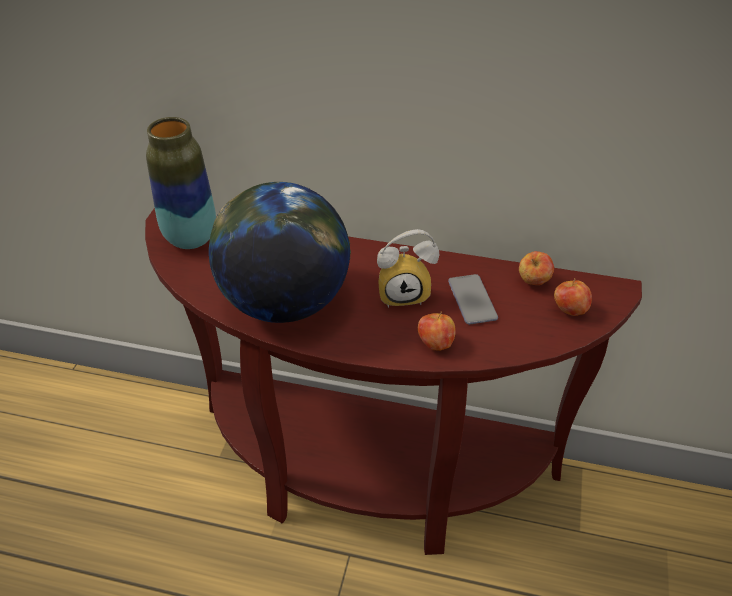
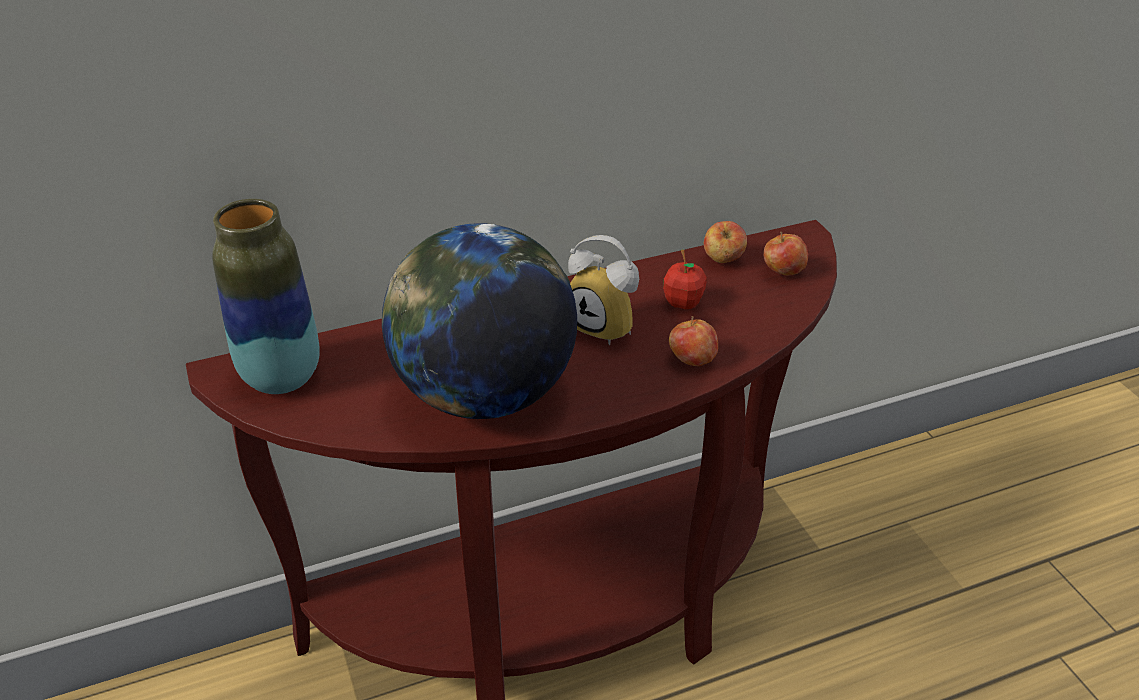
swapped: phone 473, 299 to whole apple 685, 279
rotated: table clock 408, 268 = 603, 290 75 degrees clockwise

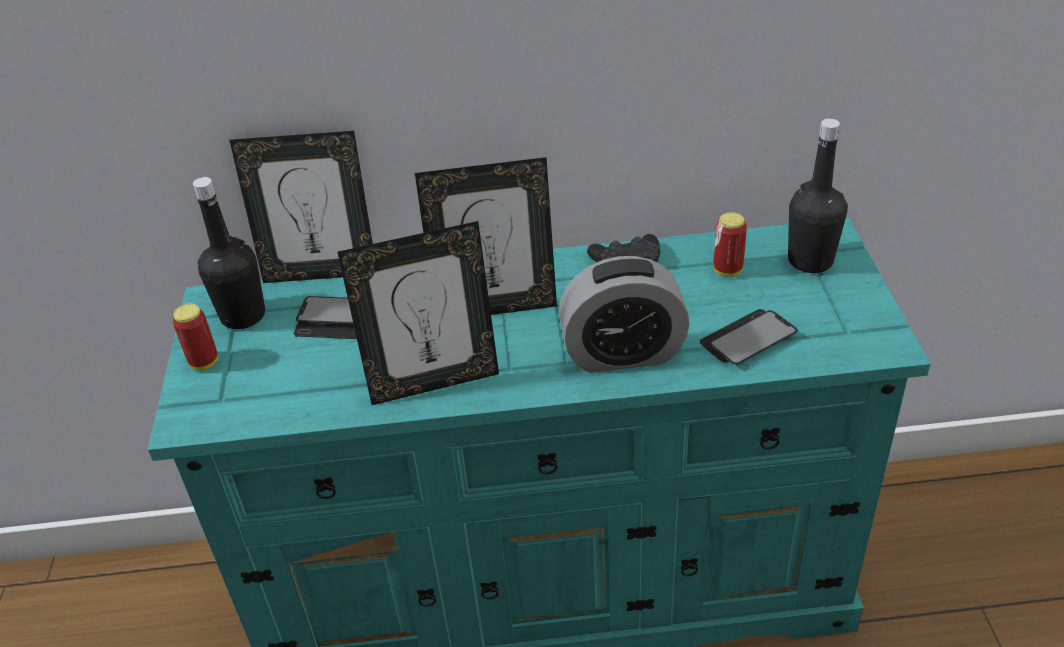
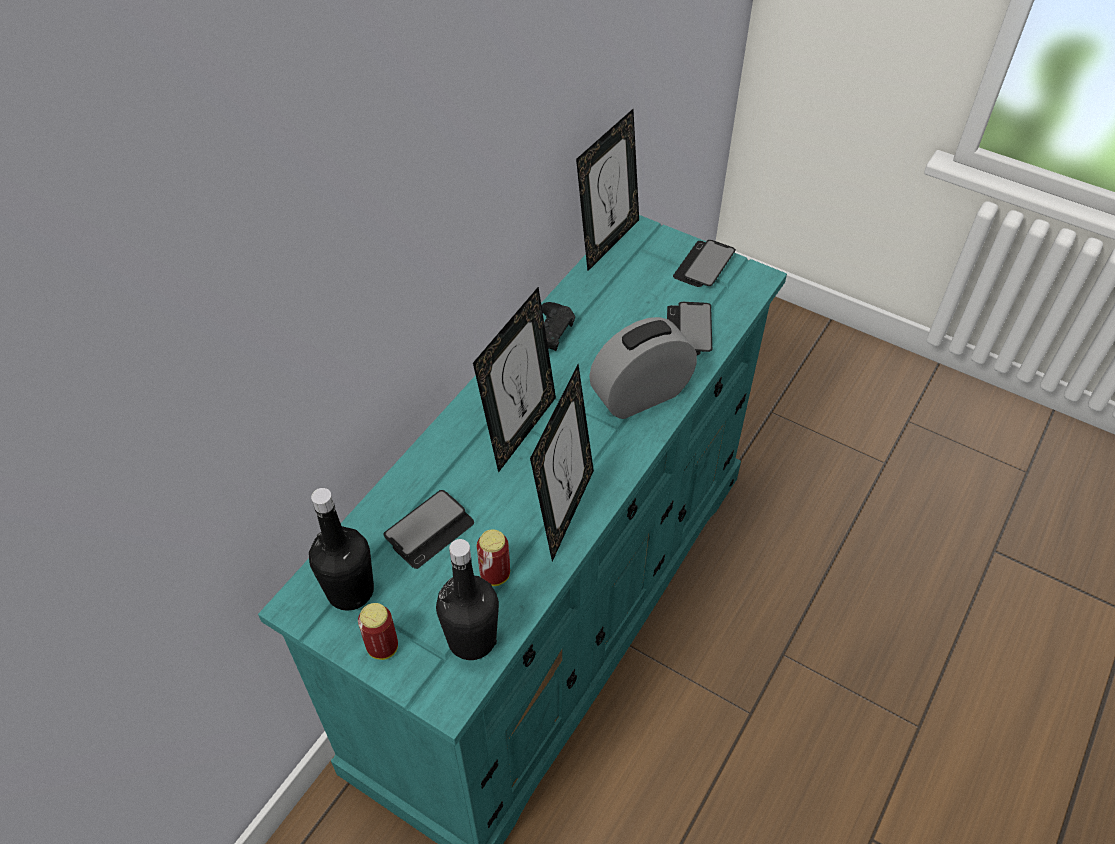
new: phone 704, 263
shifted: photo frame 301, 207 to 607, 190; metal can 730, 244 to 493, 557; beverage bottle (black-coloured) 818, 196 to 467, 599
rotated: table clock 624, 314 = 643, 368 150 degrees counterclockwise

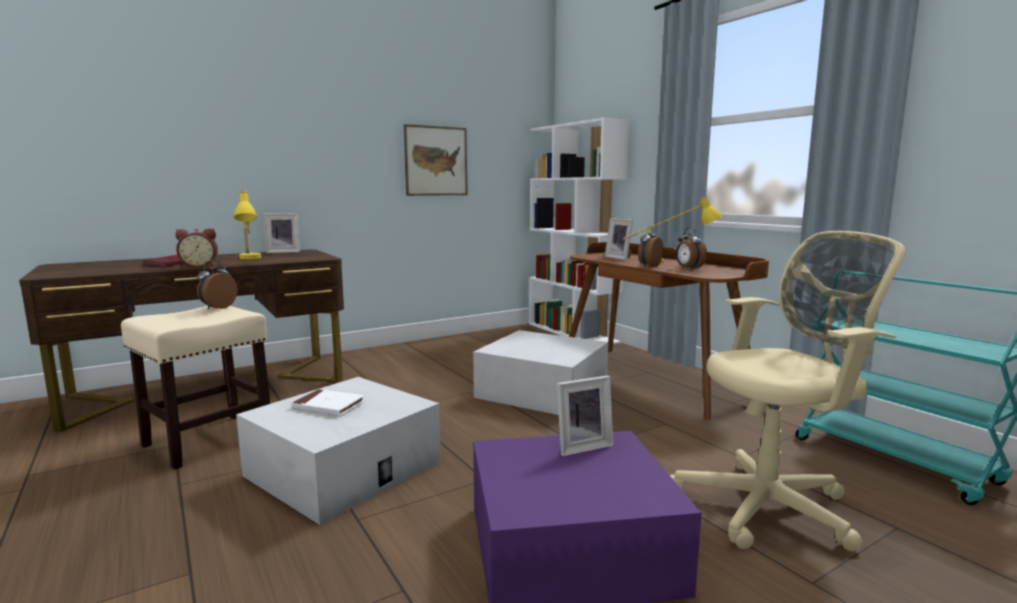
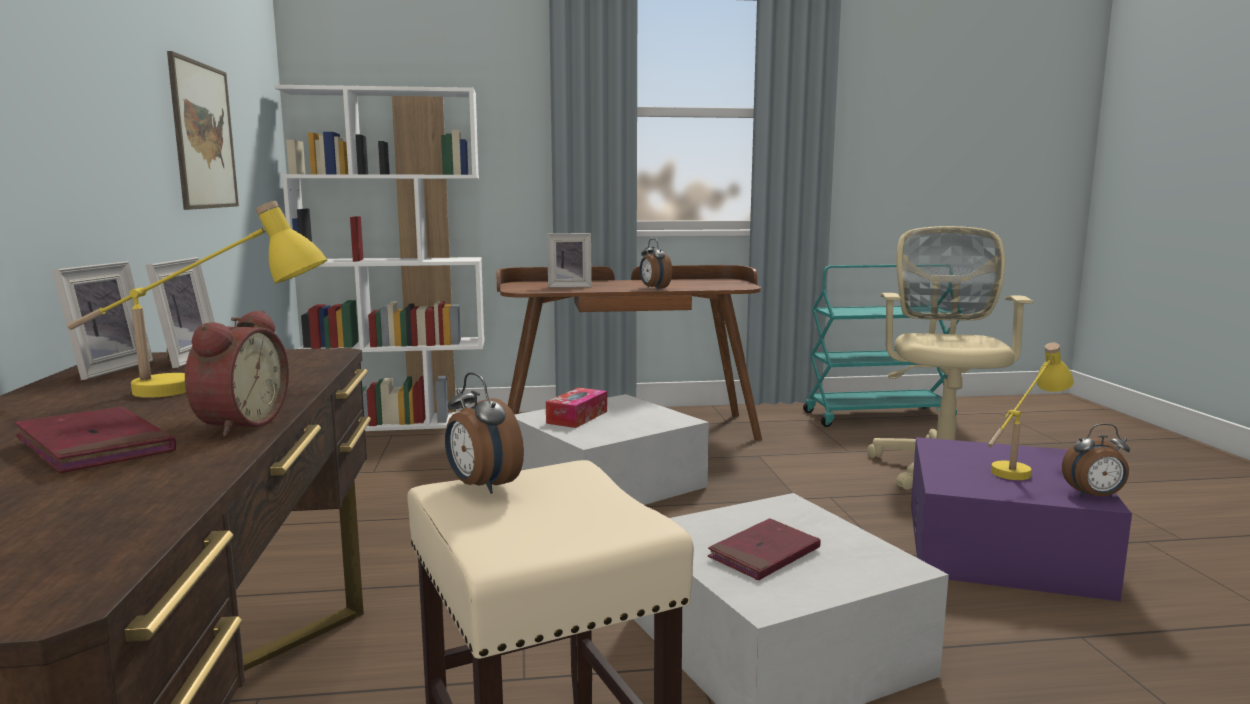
new: tissue holder 576, 408
shifted: photo frame 585, 415 to 180, 312; tabletop lamp (yellowish) 672, 230 to 1031, 411; table clock 691, 248 to 1096, 460
repainted: bound book (white-coloured) 328, 402 to bound book (reddish) 764, 549

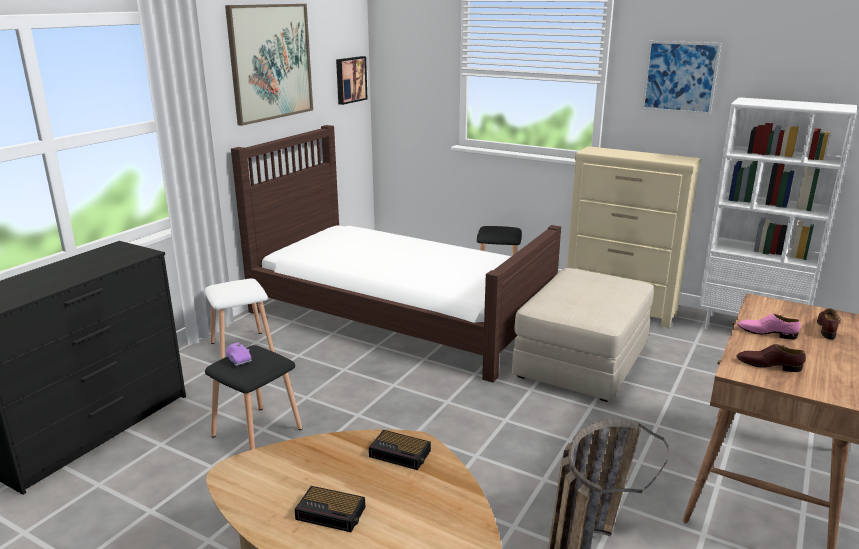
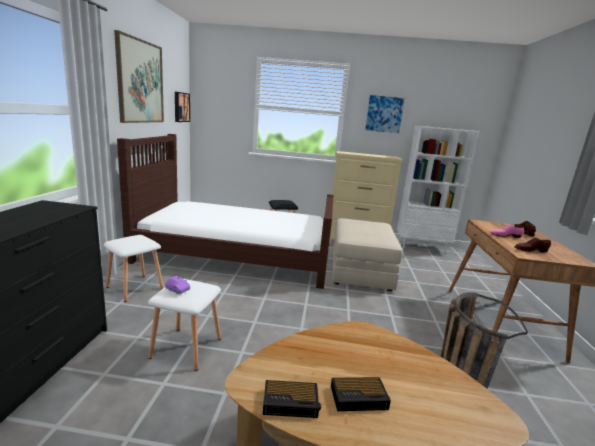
shifted: table clock 400, 450 to 292, 399
repainted: stool (black-coloured) 253, 397 to stool (white-coloured) 184, 325

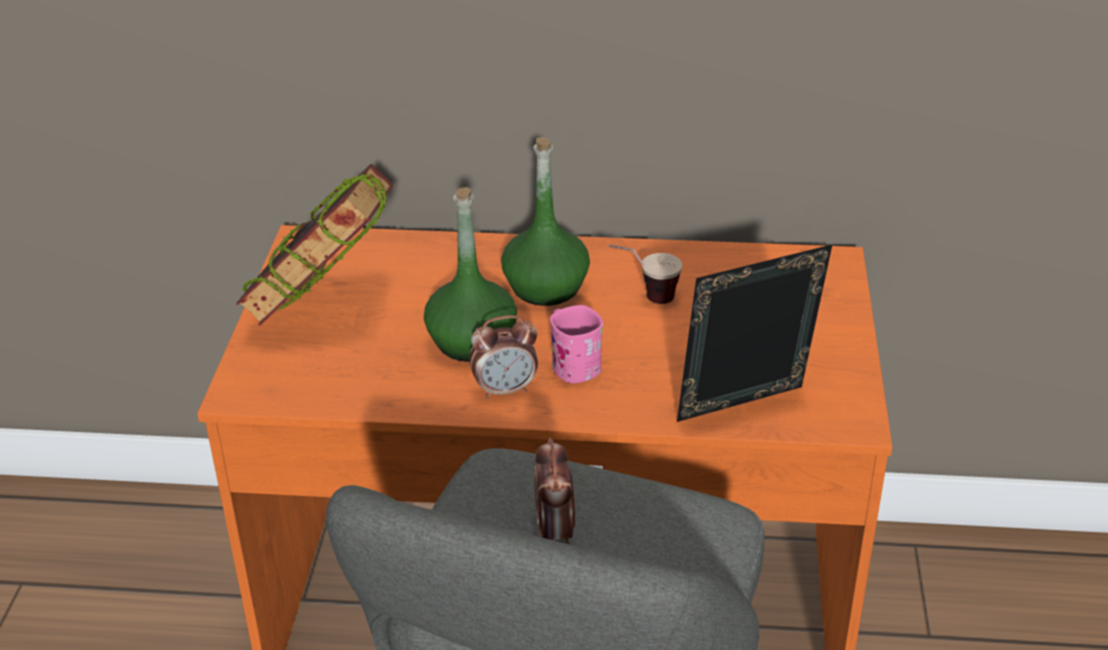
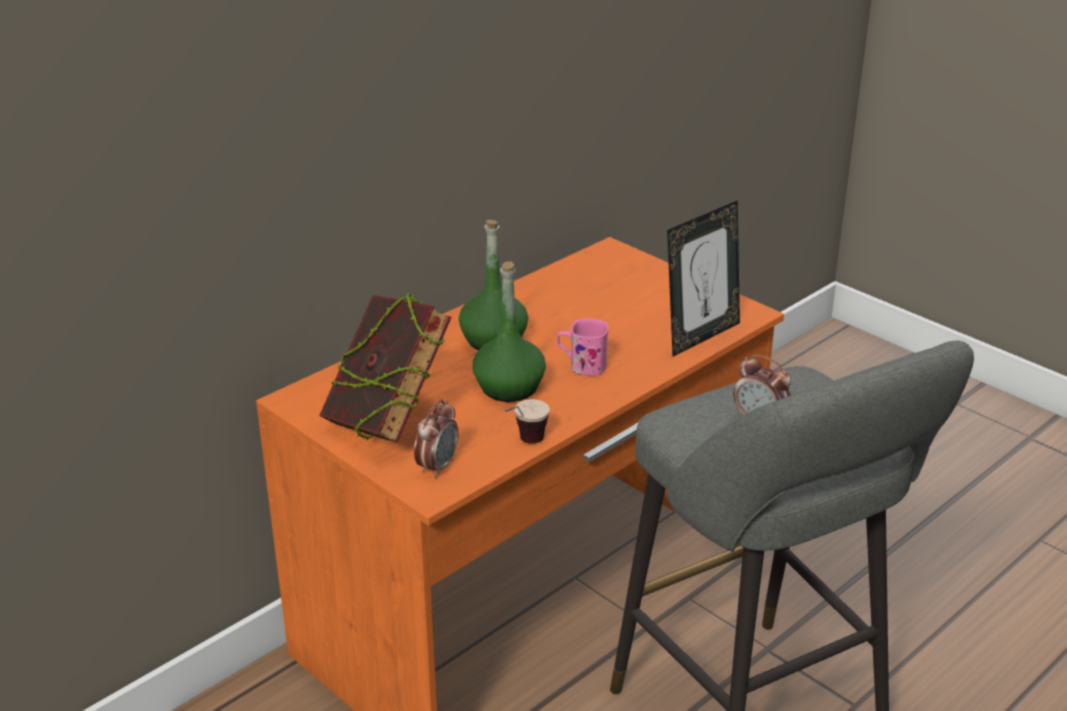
shifted: table clock 503, 357 to 436, 438; drinking cup 645, 274 to 527, 421
rotated: photo frame 754, 333 = 703, 278 150 degrees counterclockwise

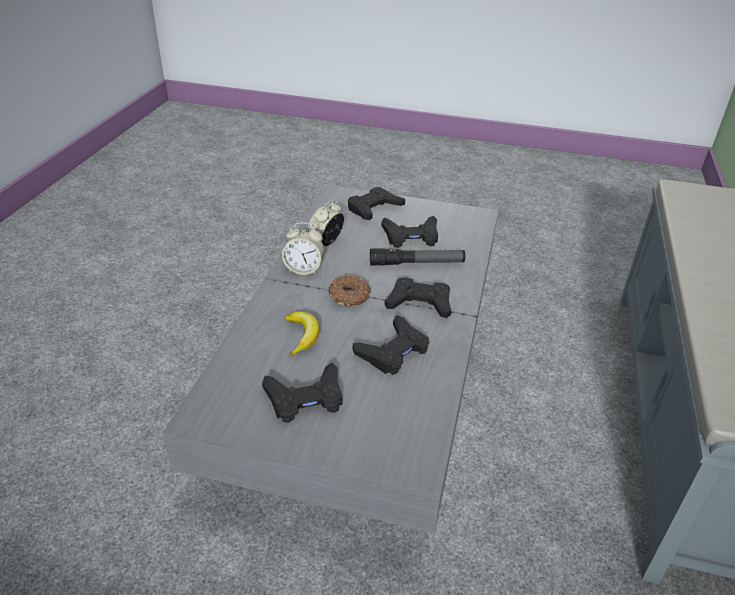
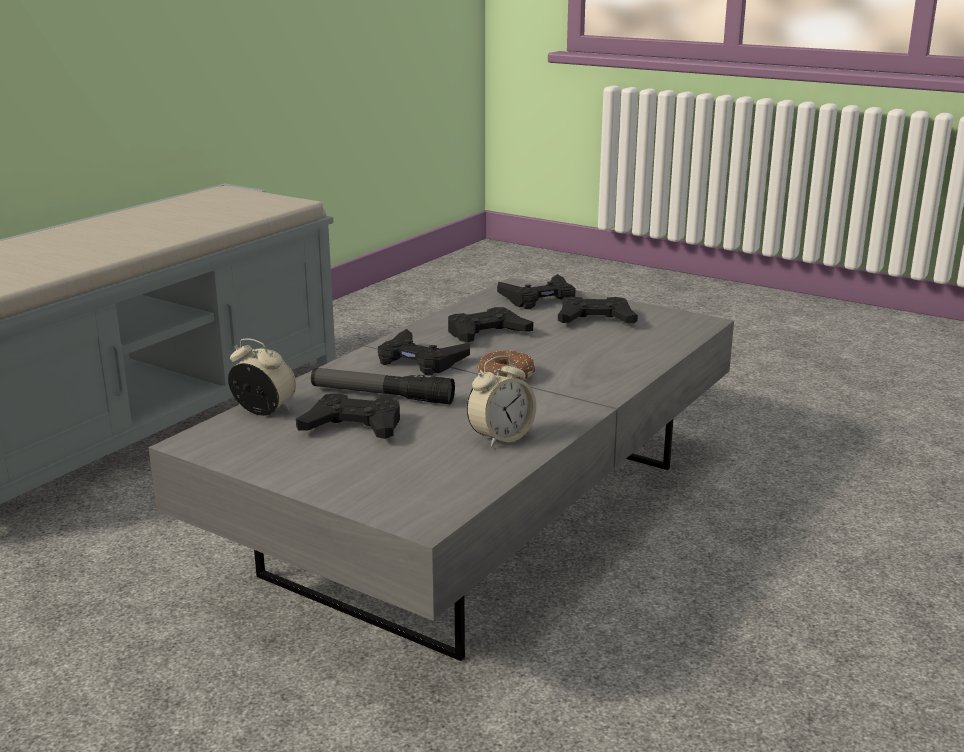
gone: whole banana 302, 333
shifted: table clock 303, 248 to 262, 377; game controller (black-coloured) 376, 203 to 536, 291

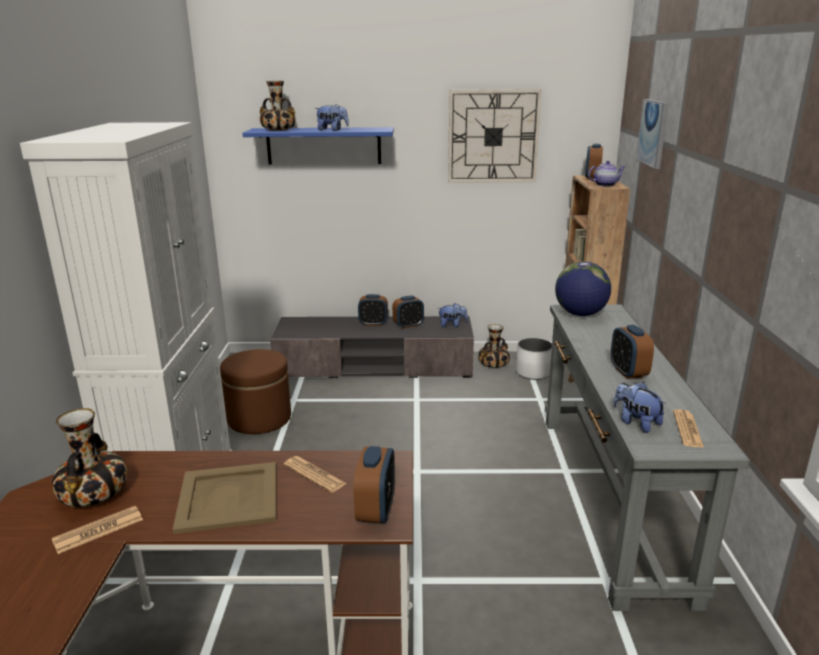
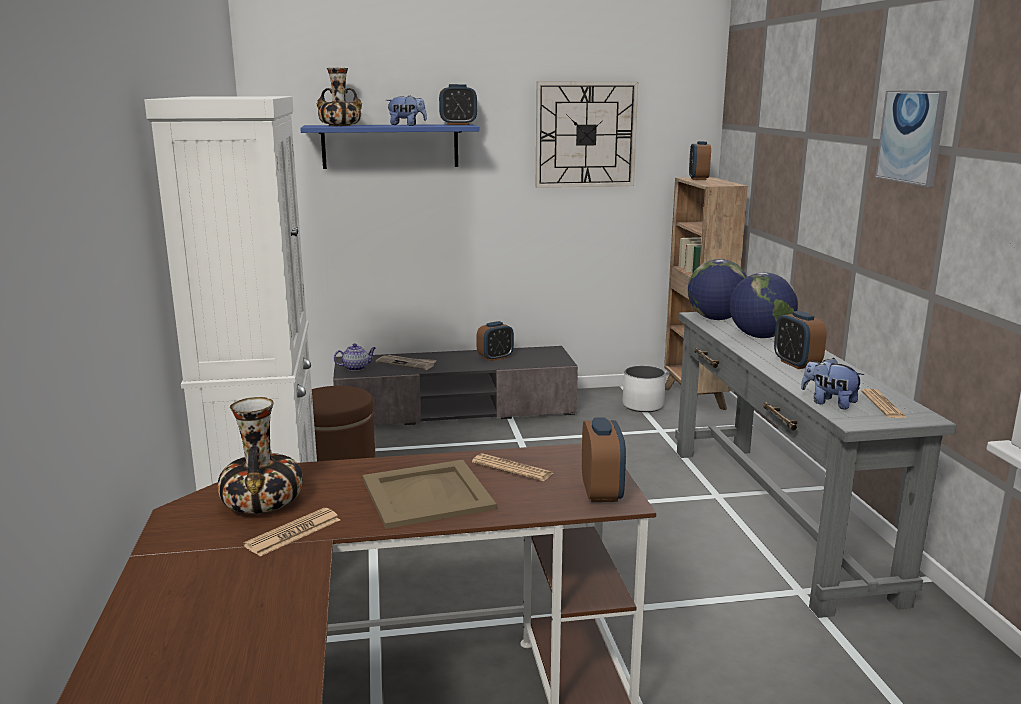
gone: plush toy 453, 315; decorative vase 494, 346
new: daily paper 406, 362; desk globe 764, 305
shifted: table clock 373, 310 to 458, 104; pot for tea 606, 174 to 355, 357; wall art 652, 134 to 911, 138

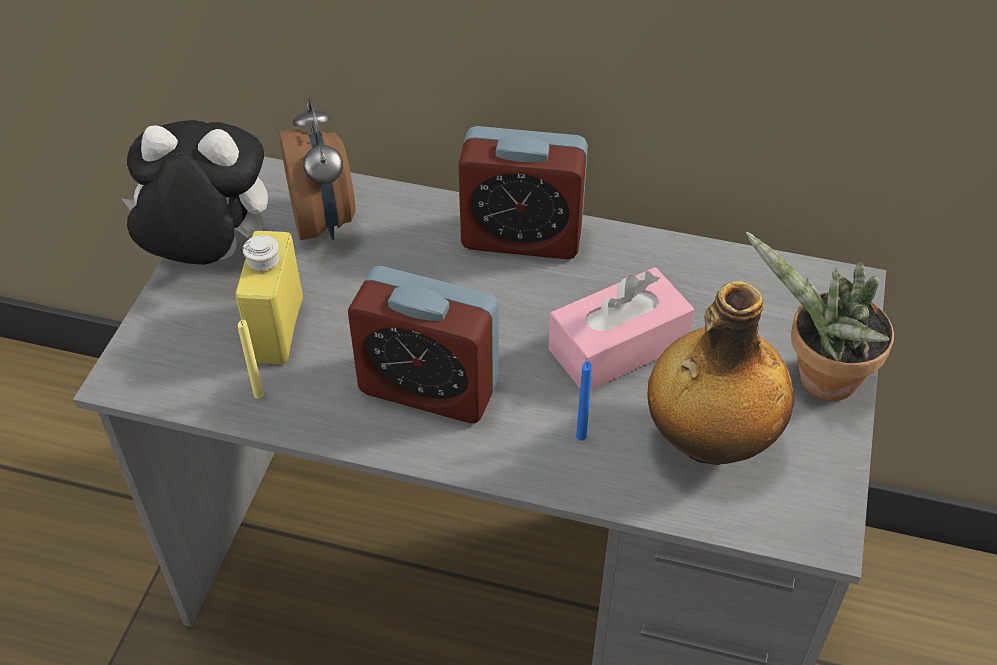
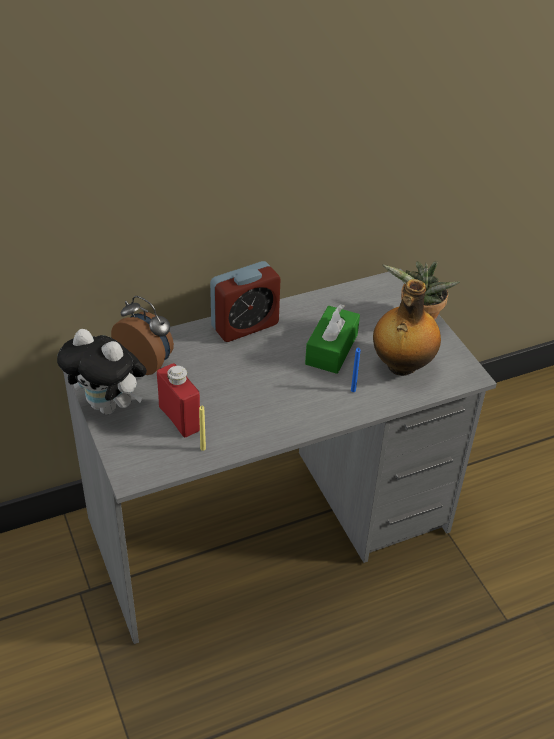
gone: table clock 423, 344
repainted: beverage bottle (yellowish) 269, 297 to beverage bottle (reddish) 178, 400; tissue holder (pinkish) 621, 328 to tissue holder (green-coloured) 332, 339
rotated: plush toy 195, 192 = 102, 372 120 degrees counterclockwise

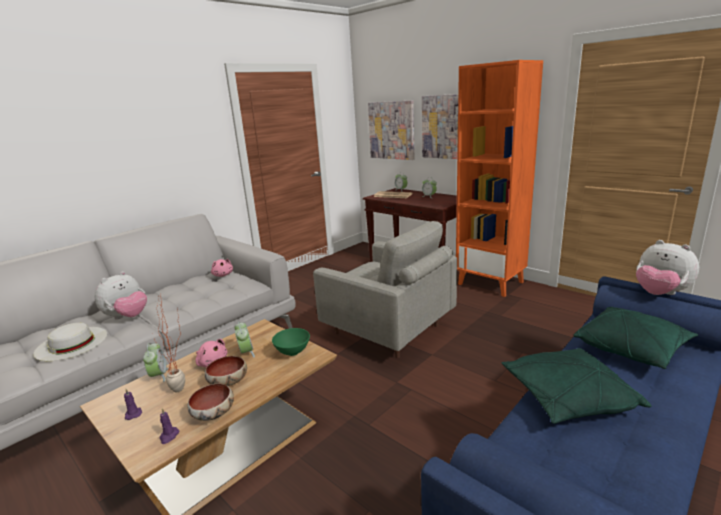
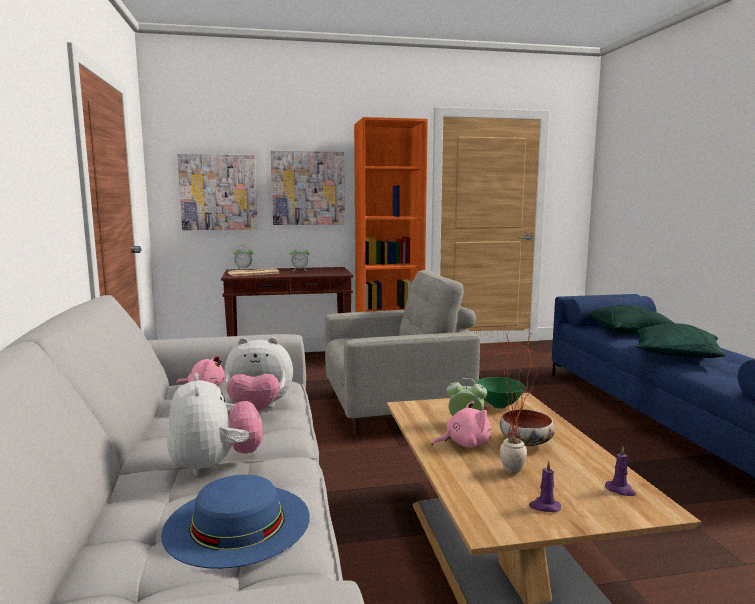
gone: table clock 155, 362; bowl 210, 402
shifted: plush toy 667, 267 to 258, 374
repainted: clothing hat (white-coloured) 70, 342 to clothing hat (blue-coloured) 235, 522

